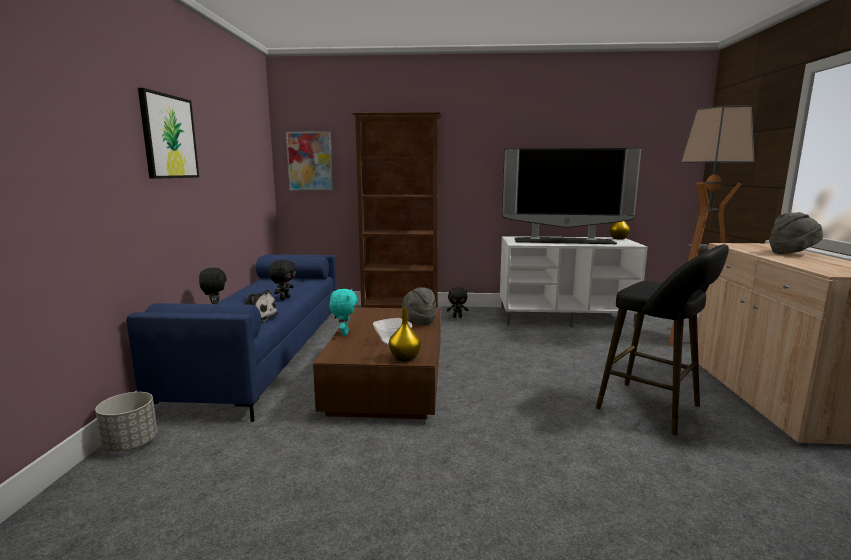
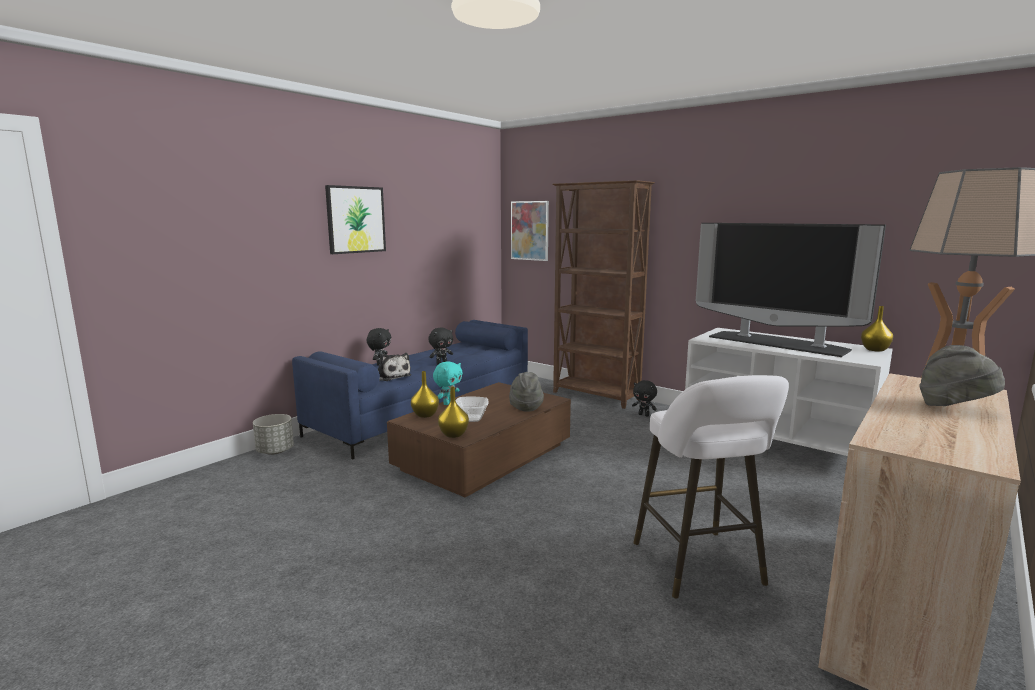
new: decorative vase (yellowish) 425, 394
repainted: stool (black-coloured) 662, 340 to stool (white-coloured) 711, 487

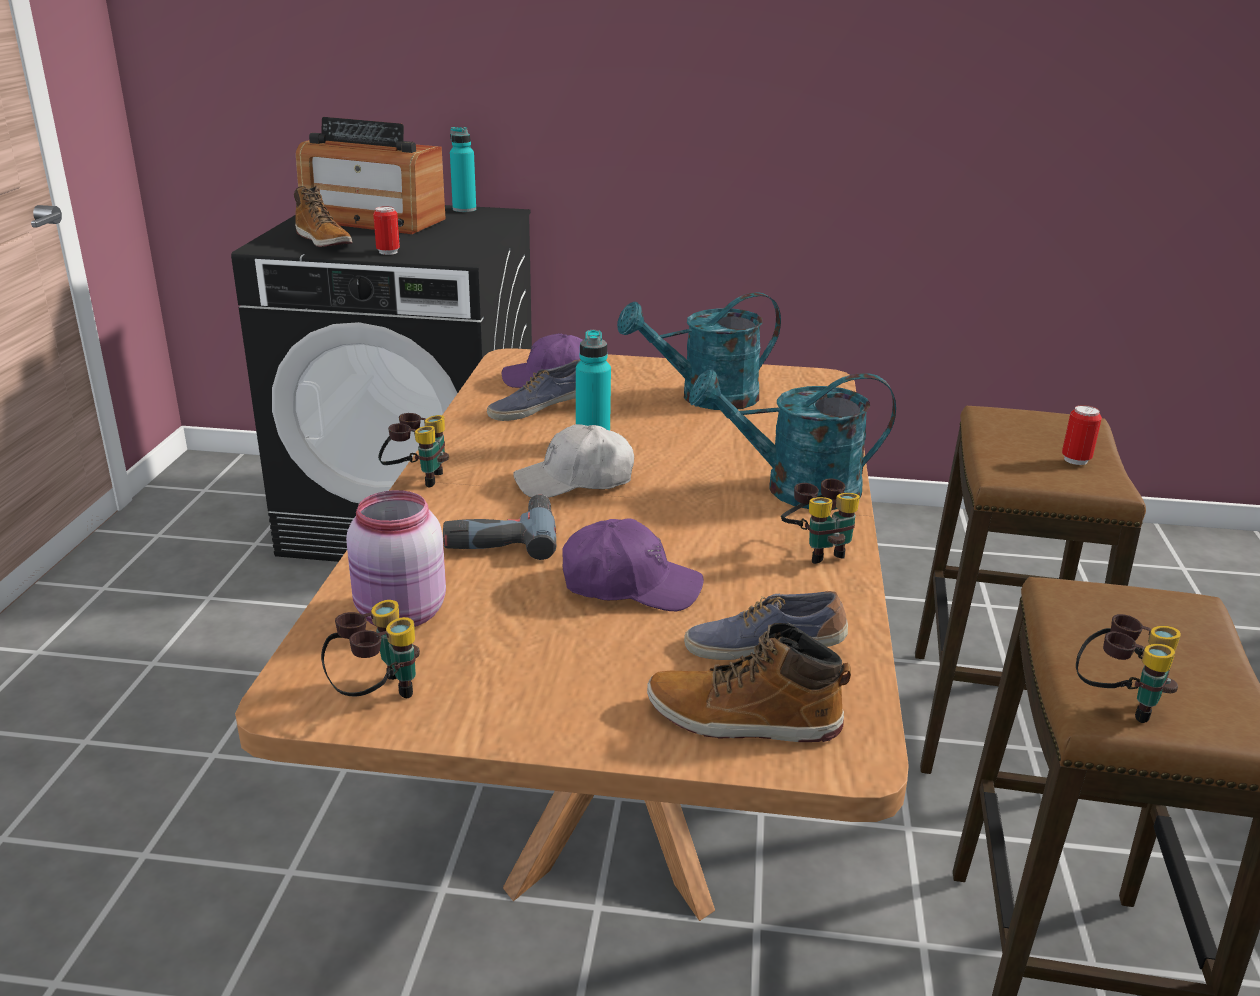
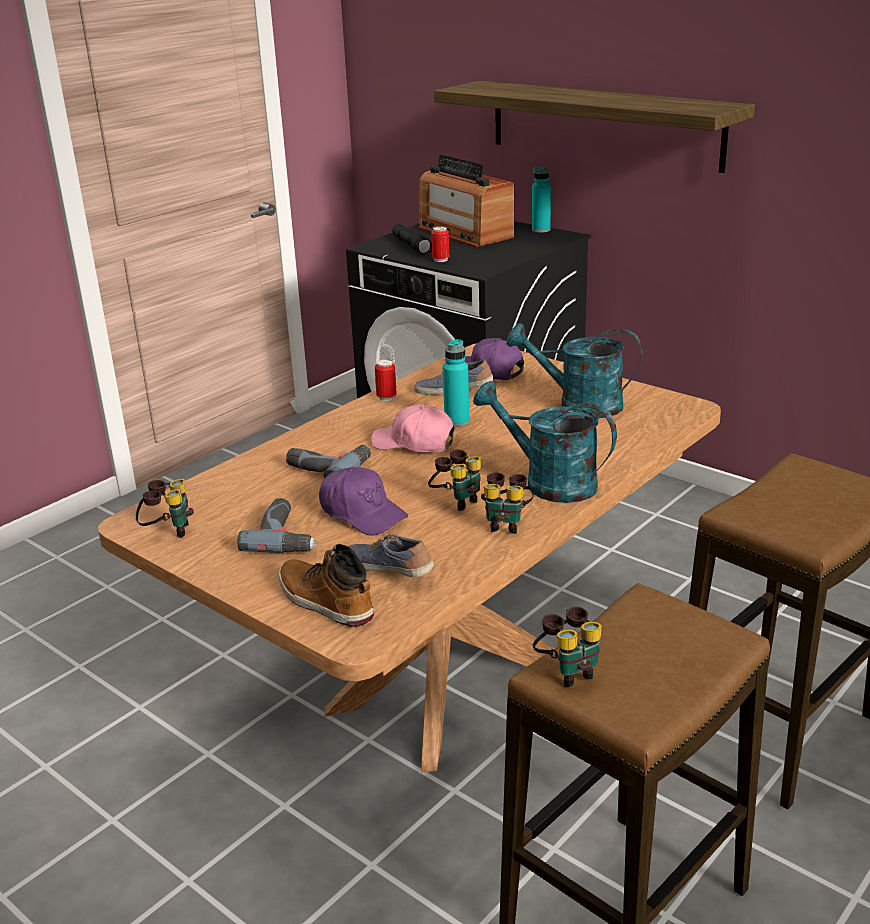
gone: jar (pinkish) 396, 558
new: power drill 277, 525; wall shelf 594, 127
shifted: field glasses 413, 450 to 454, 480; metal can 1082, 435 to 386, 380
swapped: high-top boot 323, 216 to torch (black-coloured) 412, 239
repainted: baseball cap (white-coloured) 573, 461 to baseball cap (pinkish) 413, 428

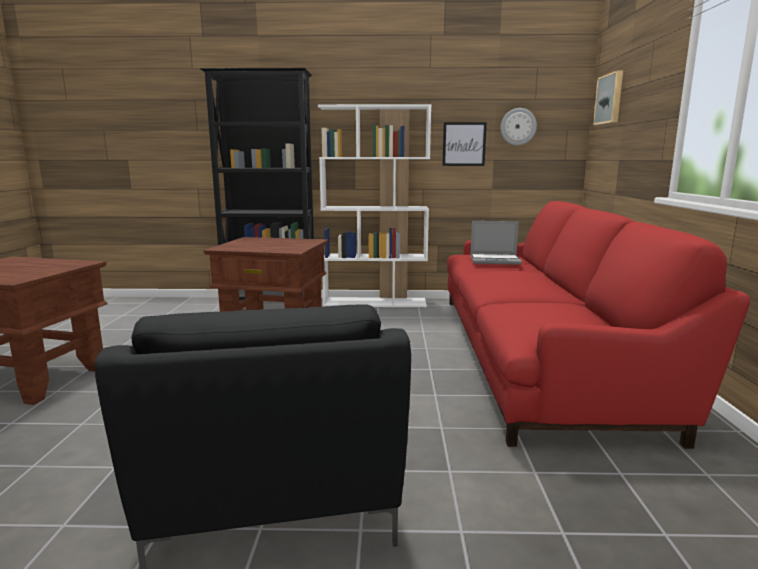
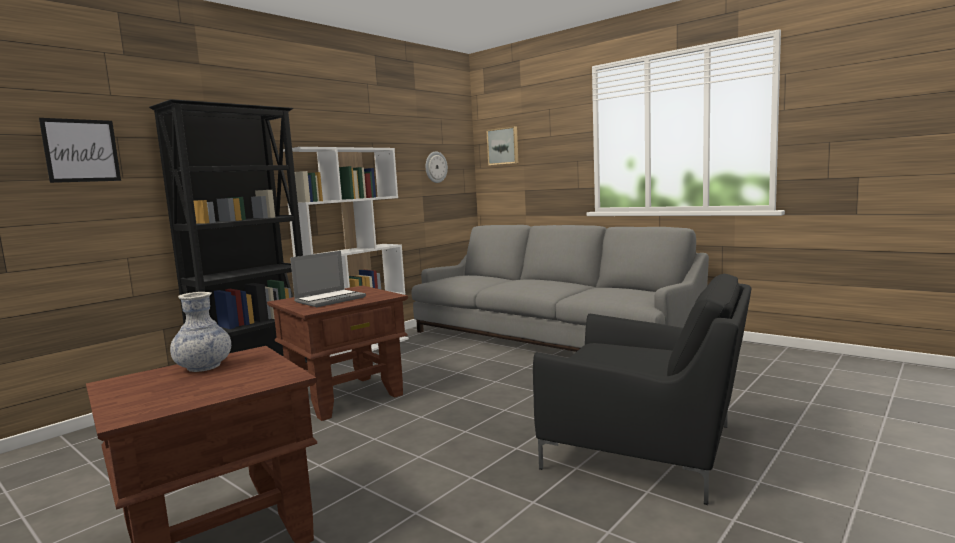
new: decorative vase 200, 332
shifted: wall art 464, 144 to 80, 150; laptop 496, 243 to 328, 279
repainted: sofa (reddish) 598, 325 to sofa (grey) 560, 288

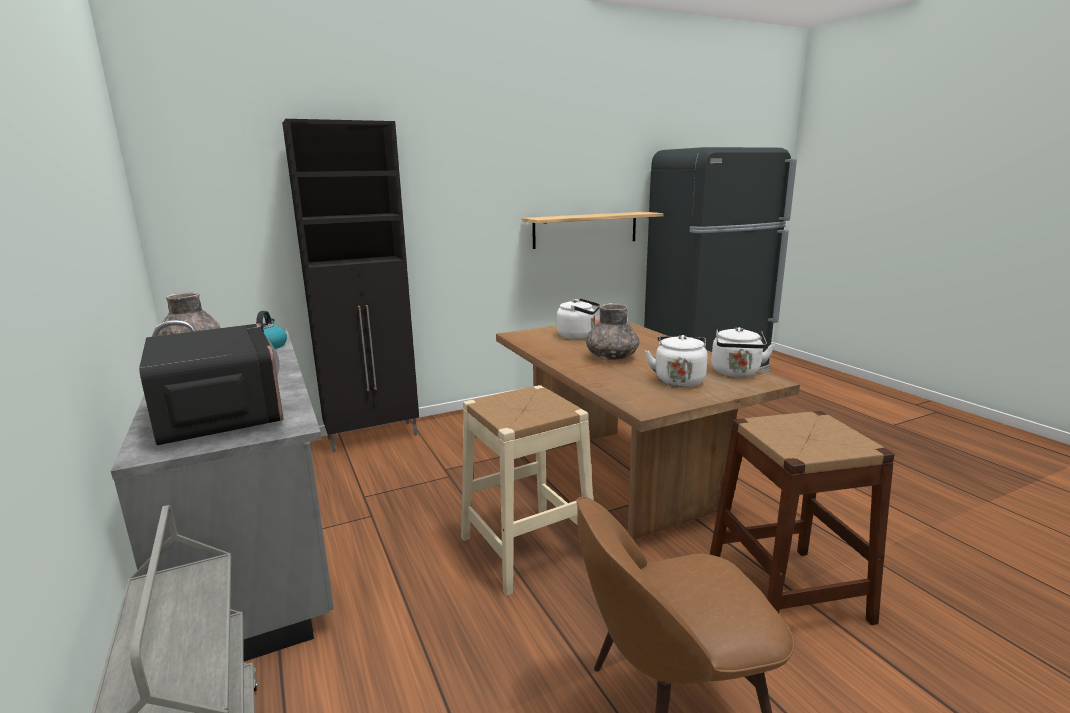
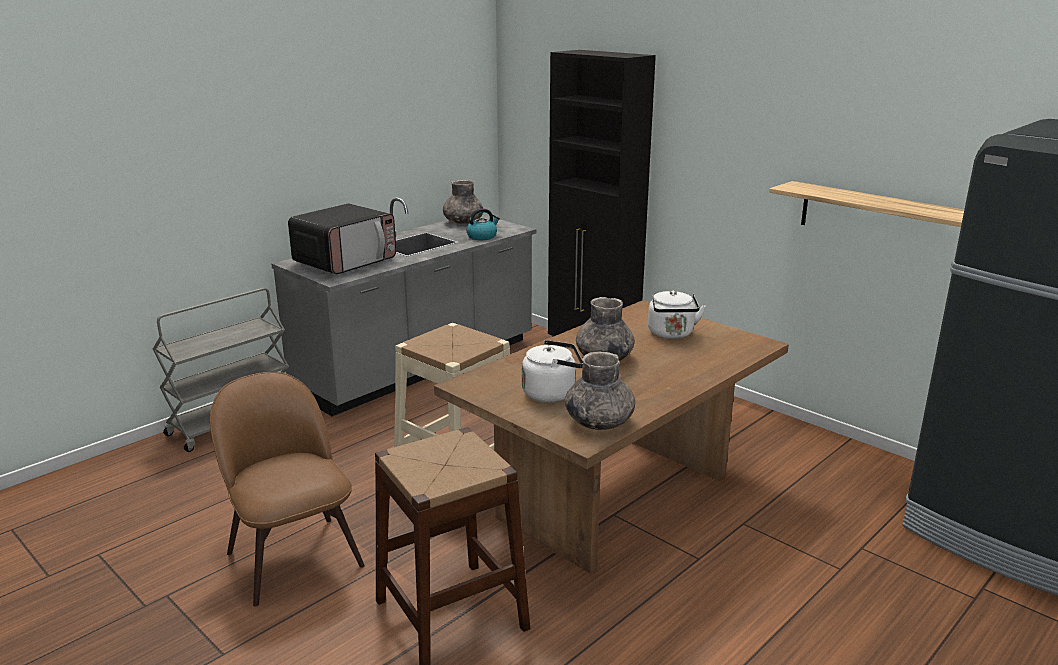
swapped: kettle (white-coloured) 742, 352 to decorative vase (grey) 600, 390

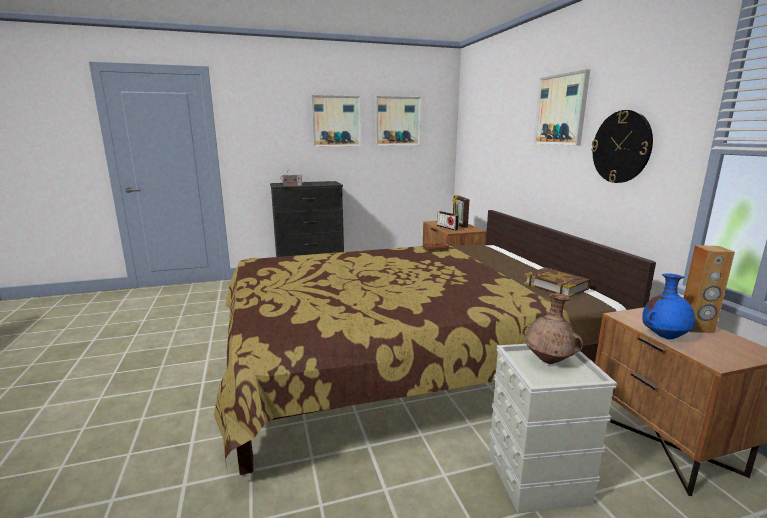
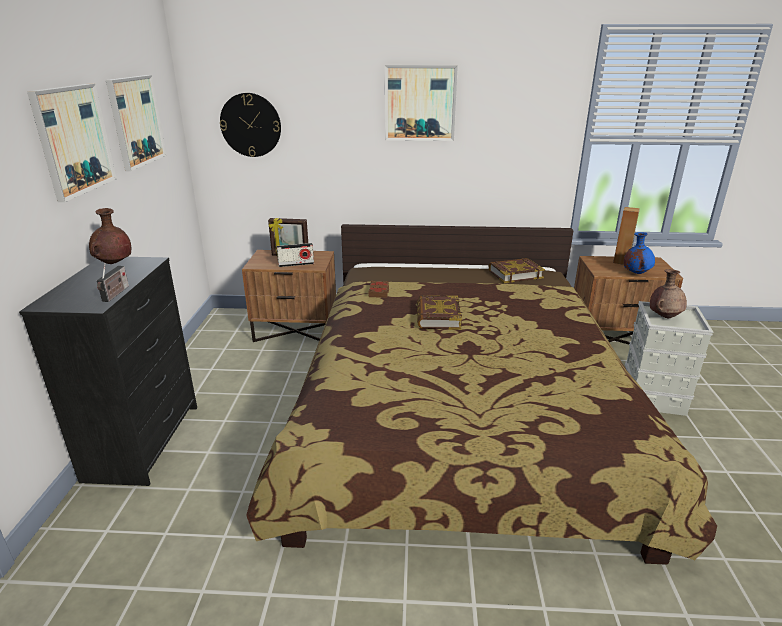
new: decorative vase (brown) 110, 236; bound book 439, 313
shifted: clock on the wall 622, 146 to 250, 125

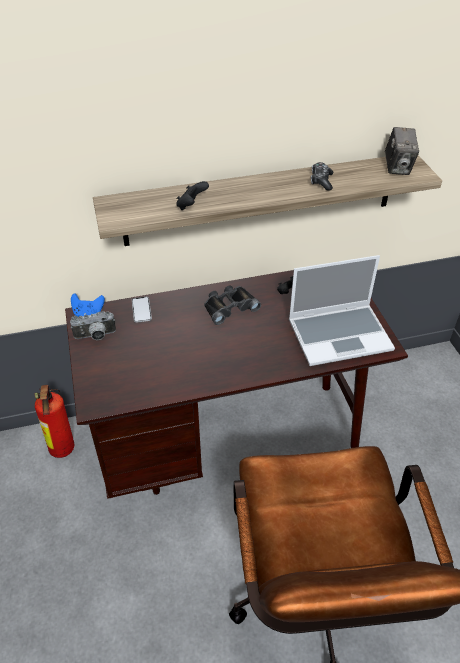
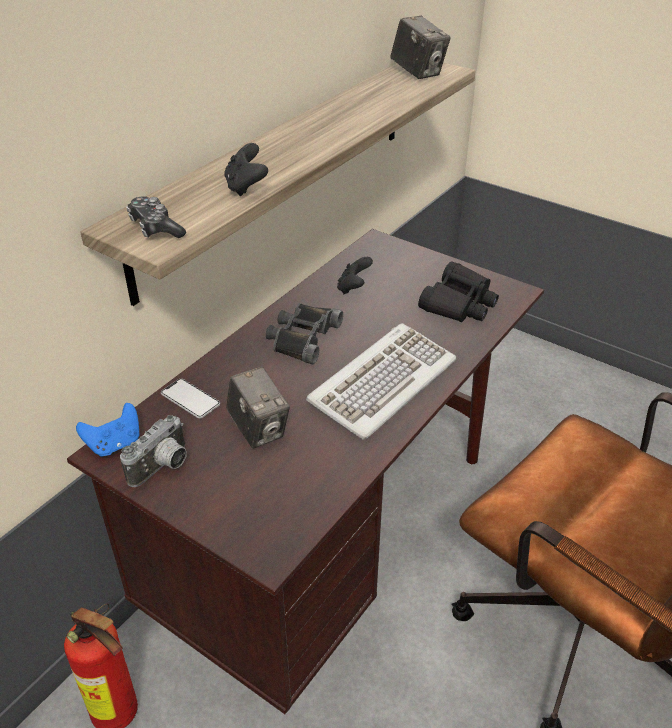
new: photo camera 258, 408; keyboard 381, 381
shifted: game controller 322, 176 to 156, 217
swapped: laptop 342, 310 to field glasses (black-coloured) 458, 292

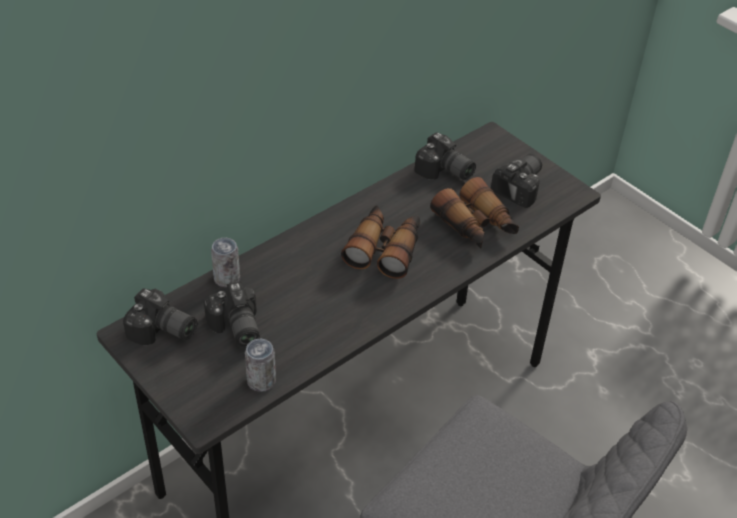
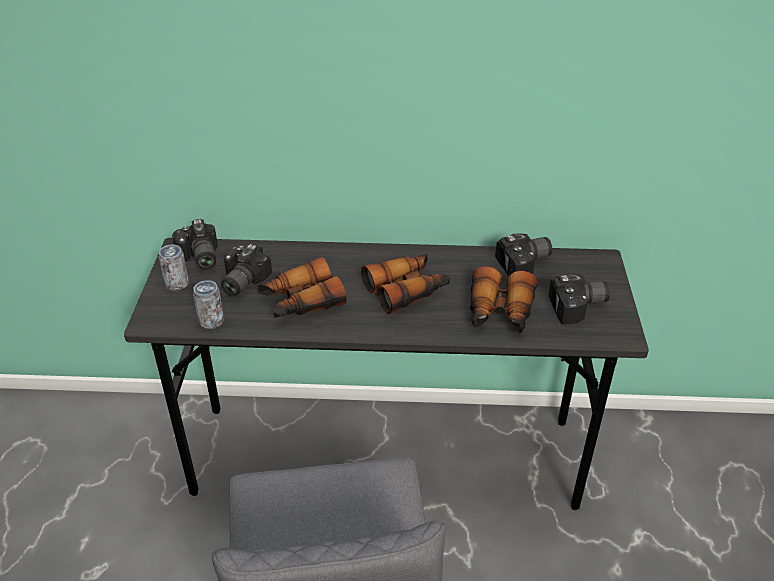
new: field glasses 302, 287
shifted: metal can 225, 262 to 174, 267
rotated: photo camera 445, 156 = 523, 255 105 degrees counterclockwise

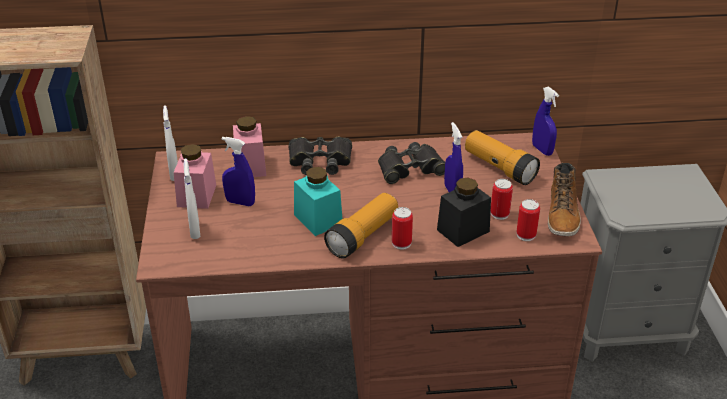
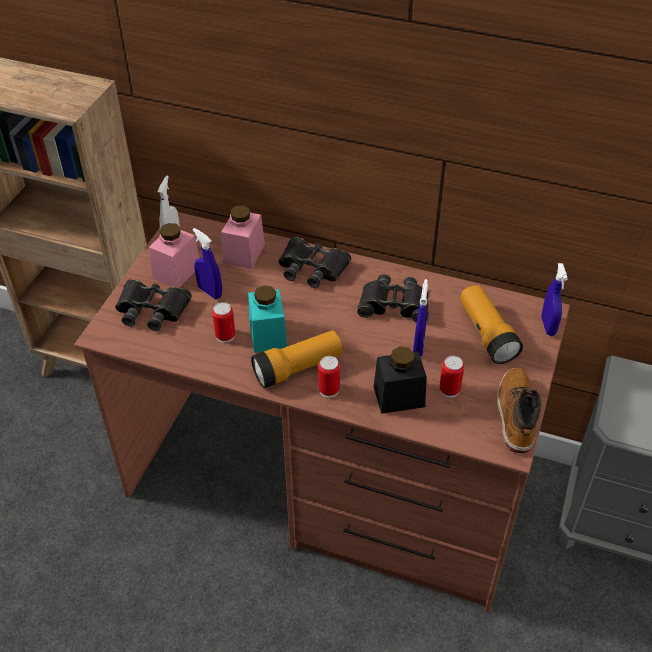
shifted: metal can 528, 220 to 223, 322
swapped: sprayer (white-coloured) 191, 199 to field glasses (black-coloured) 153, 305
rotated: high-top boot 564, 200 = 518, 410 150 degrees clockwise

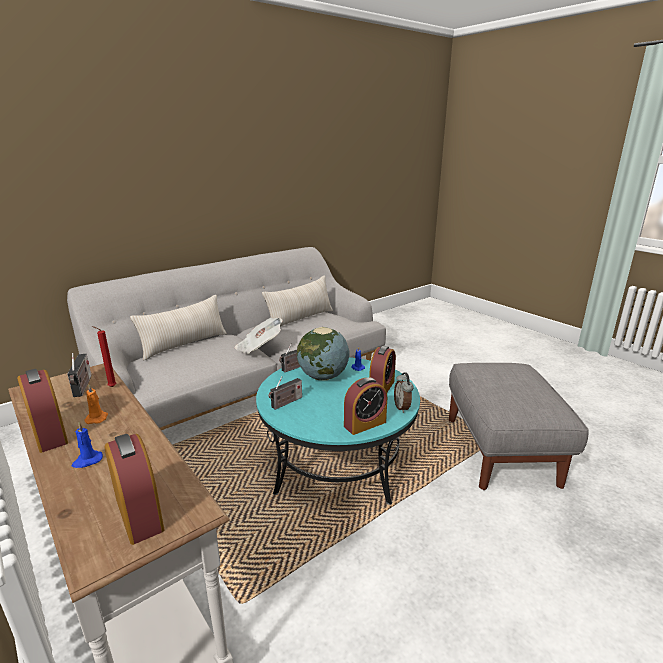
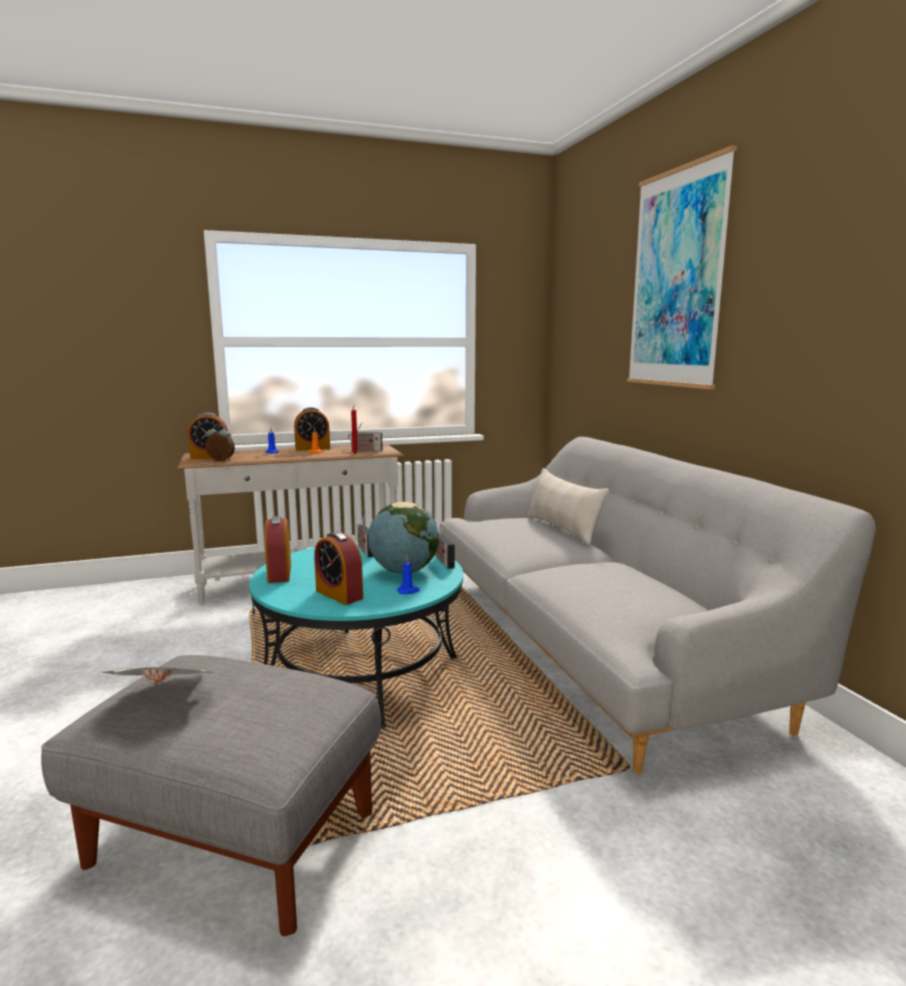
gone: pillow (beige-coloured) 297, 301
new: wall art 682, 267
shifted: daily paper 259, 336 to 149, 675; table clock 404, 393 to 220, 442

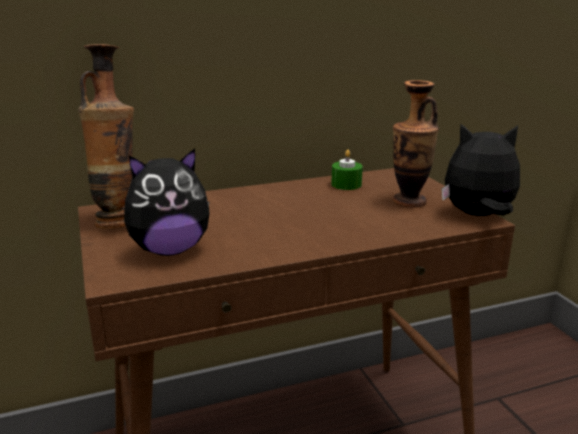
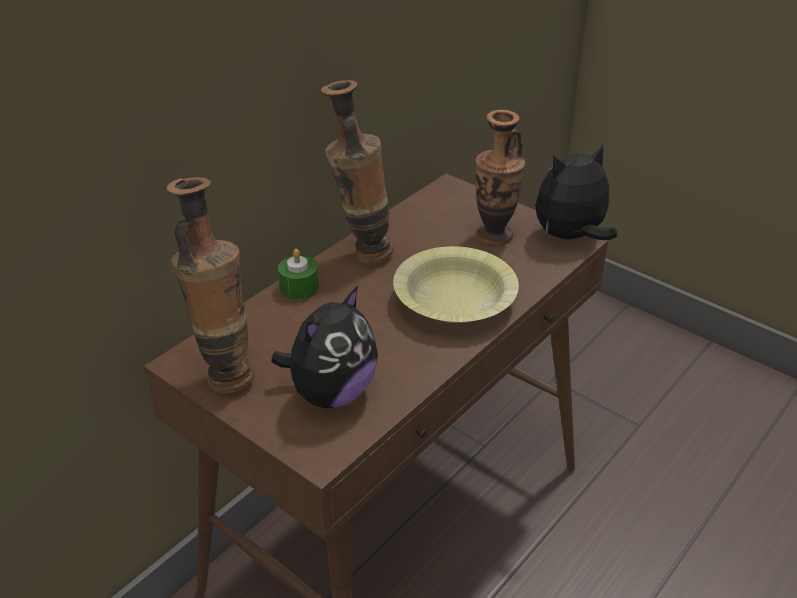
new: decorative vase 357, 171; bowl (yellowish) 456, 284
shifted: candle (green-coloured) 347, 170 to 298, 274

